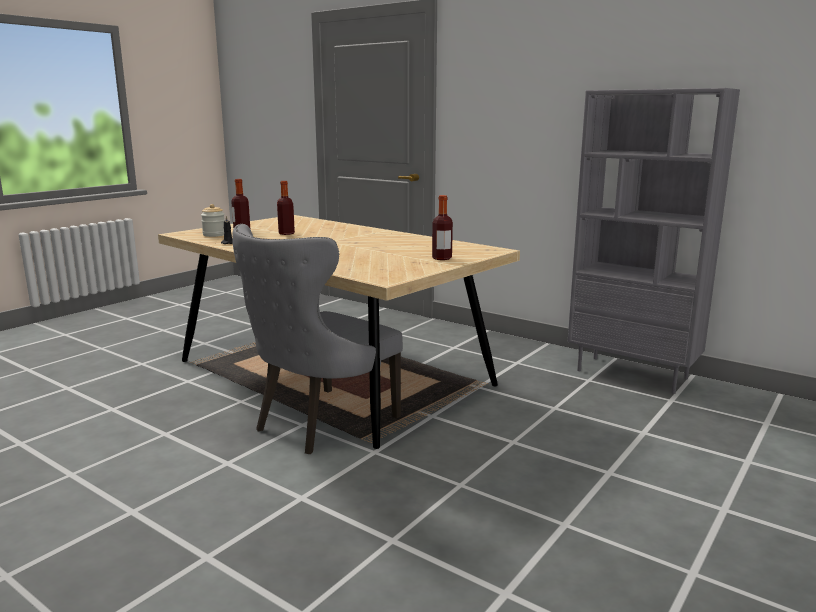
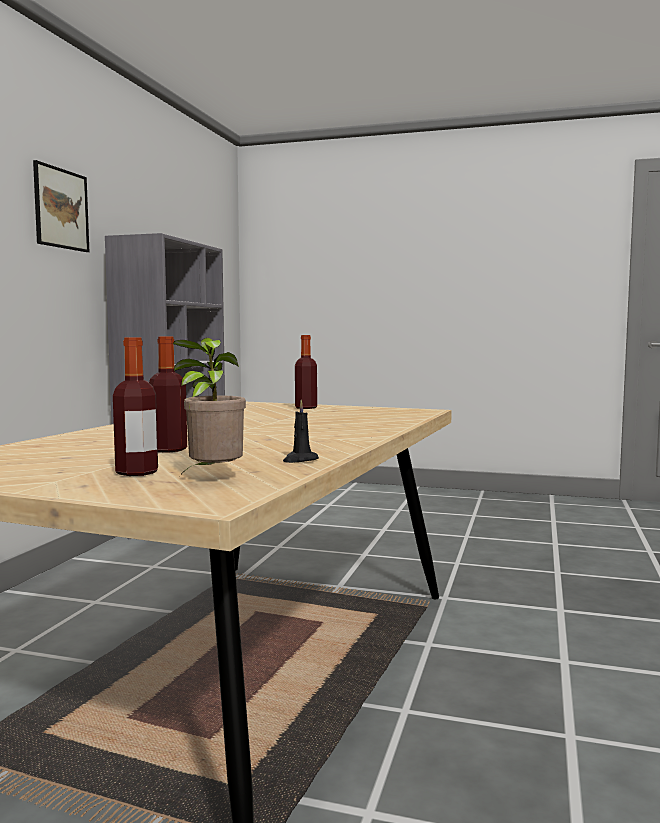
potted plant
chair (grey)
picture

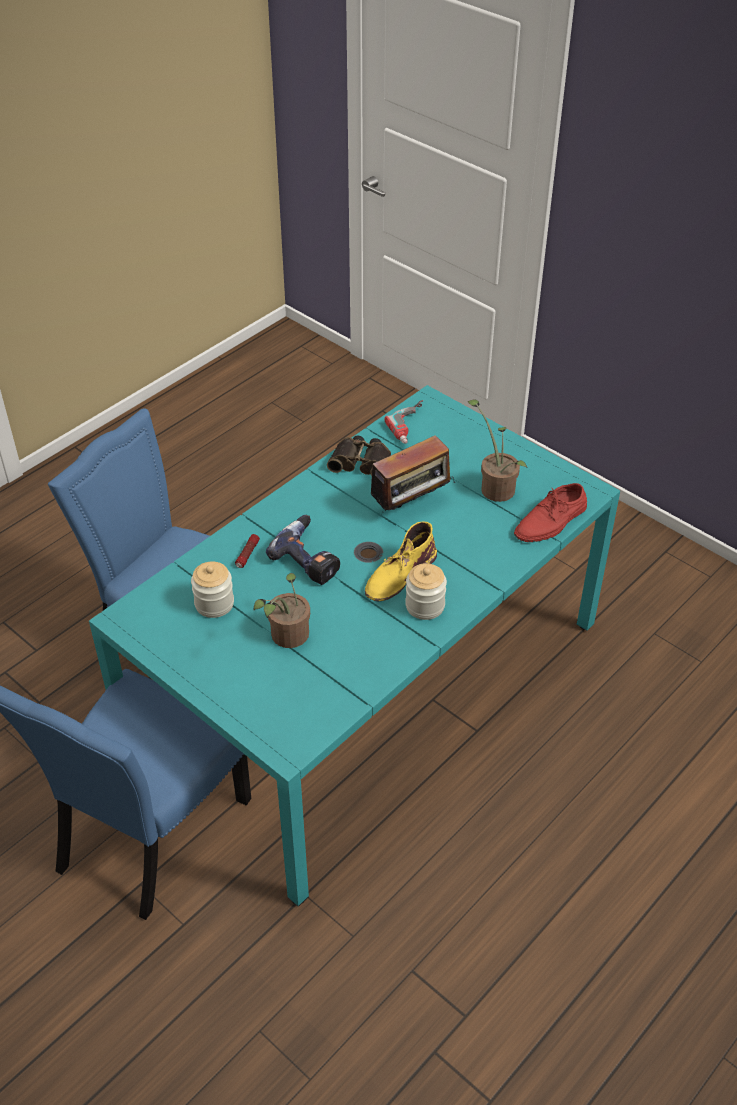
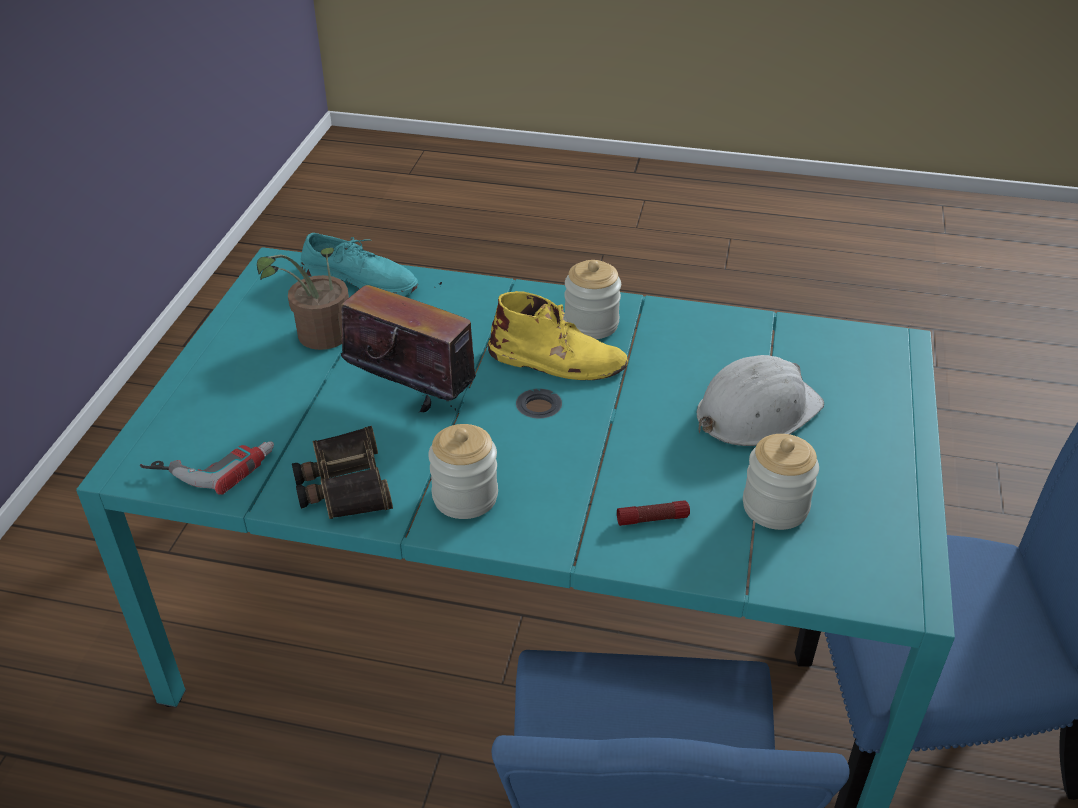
hard hat (white)
power drill (1st from left in the first image)
shoe (turquoise)
jar (1st from left)

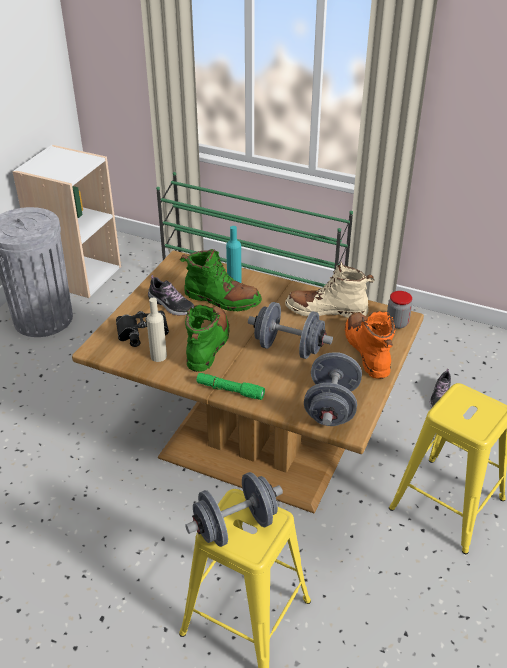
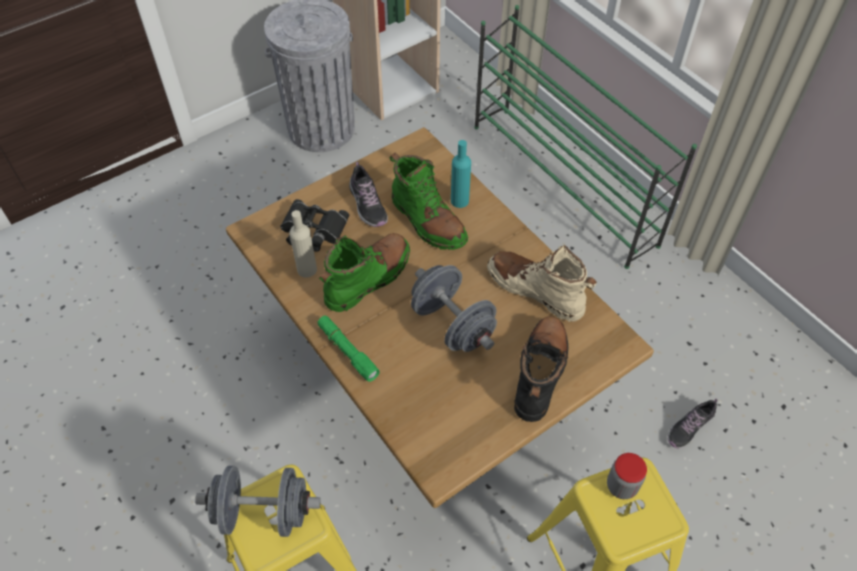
dumbbell (grey) (3rd from left in the first image)
boot (black)
jar

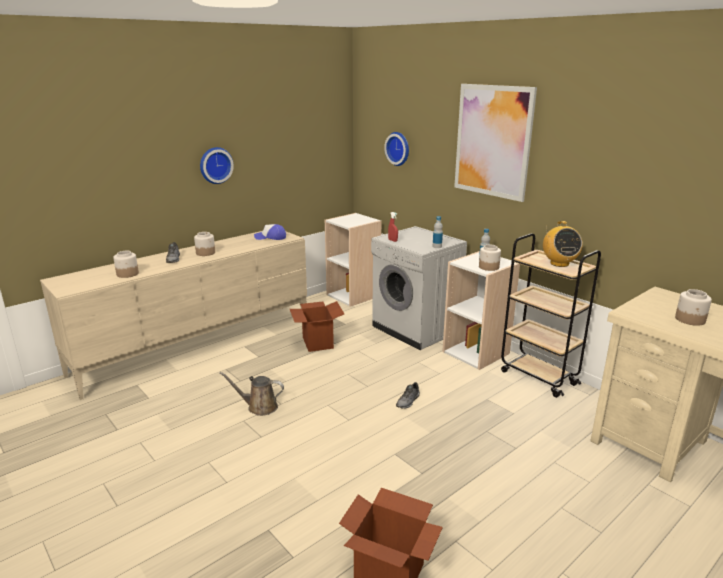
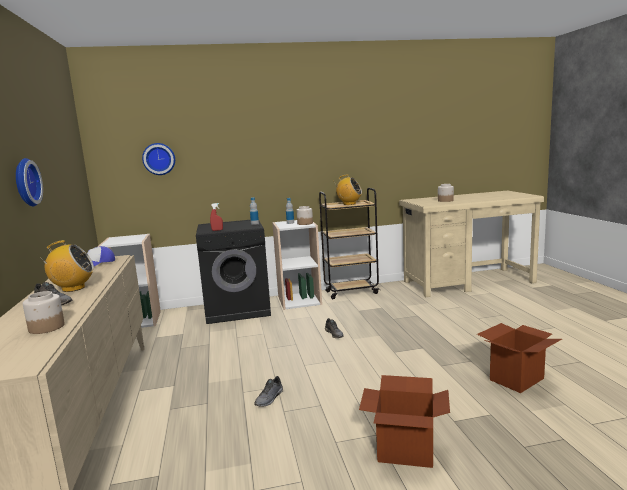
radio (1st from left)
shoe (grey) (2nd from left)
cardboard box (1st from left)
washing machine (black)
picture

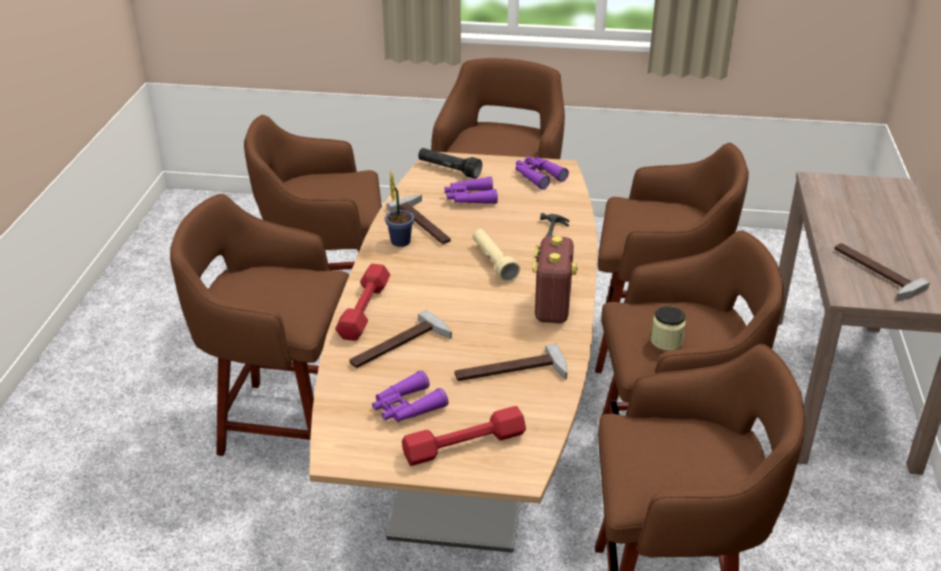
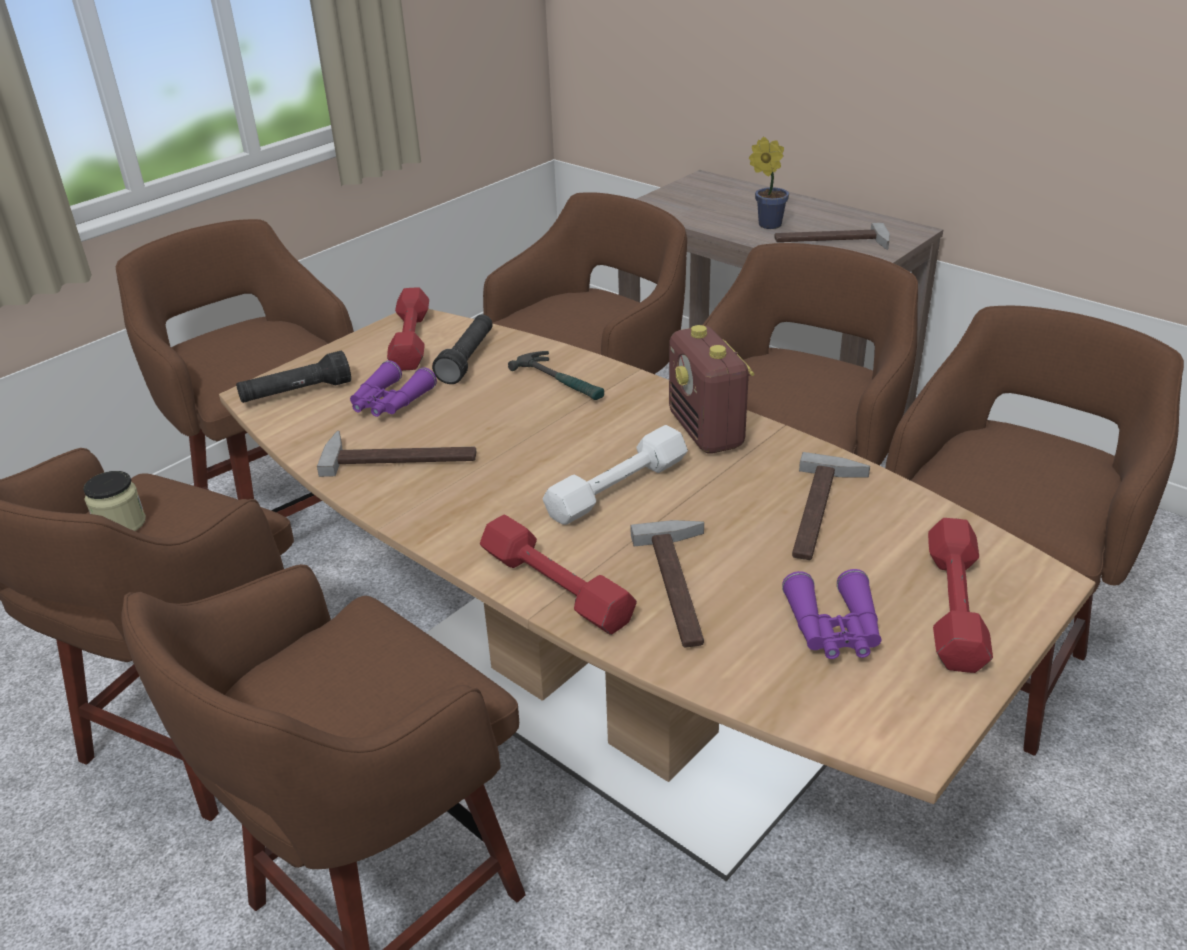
potted plant
flashlight (beige)
dumbbell (red) (1st from left)
radio
jar
flashlight (black) (2nd from left)
dumbbell (white)

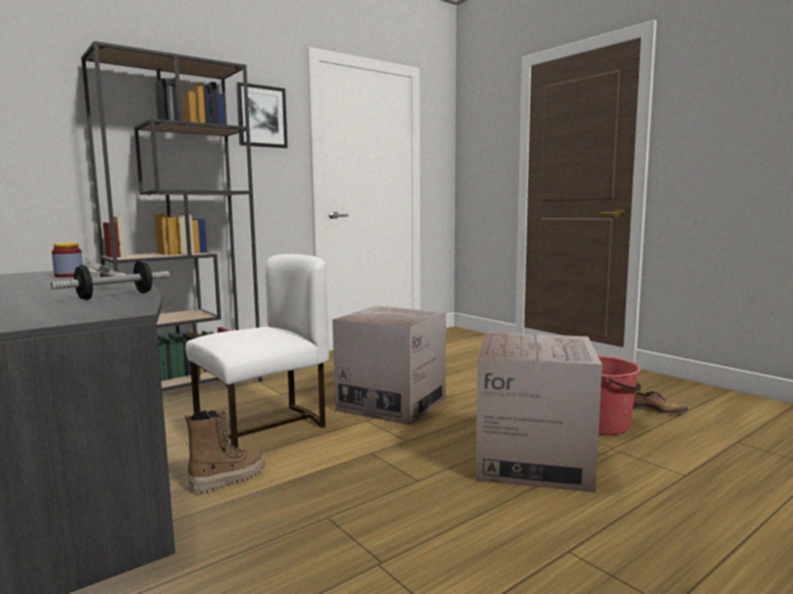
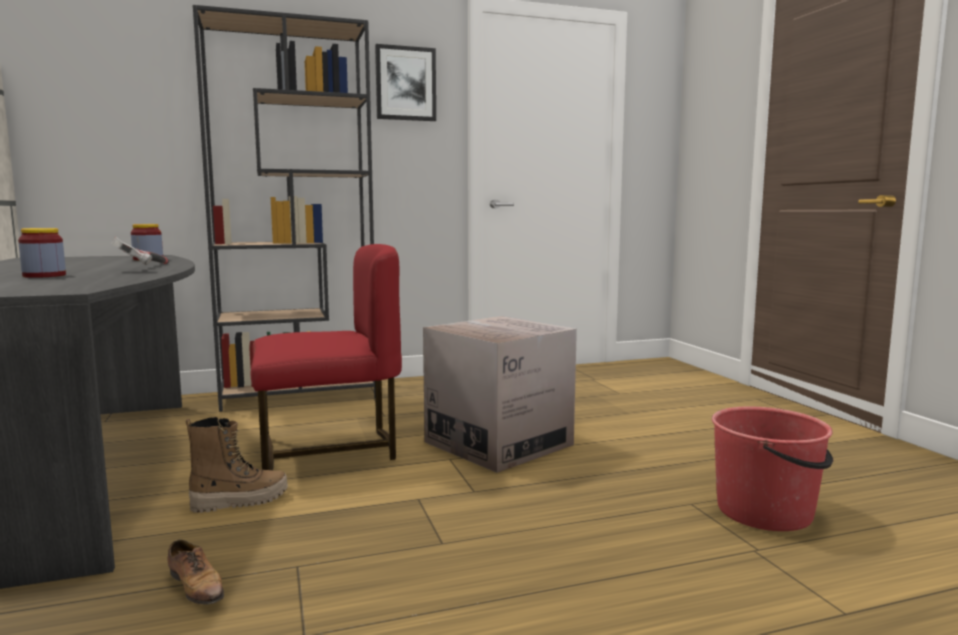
dumbbell
chair (red)
cardboard box (2nd from left in the first image)
shoe
jar (1st from left)

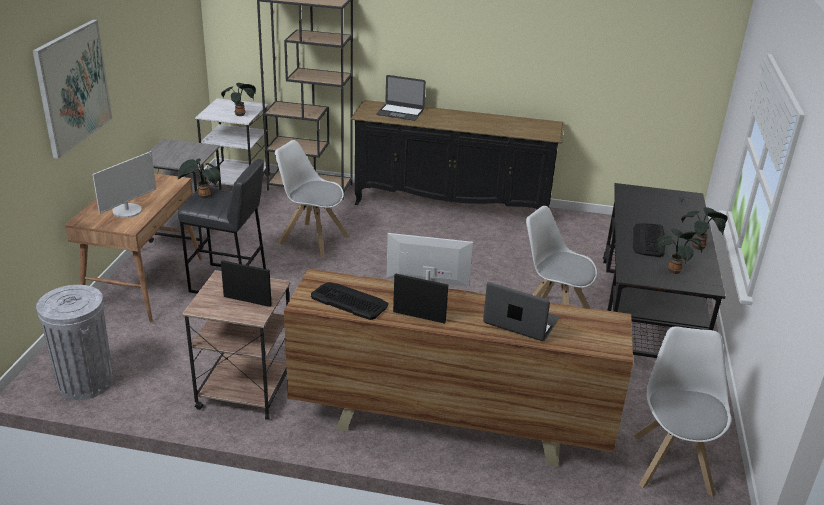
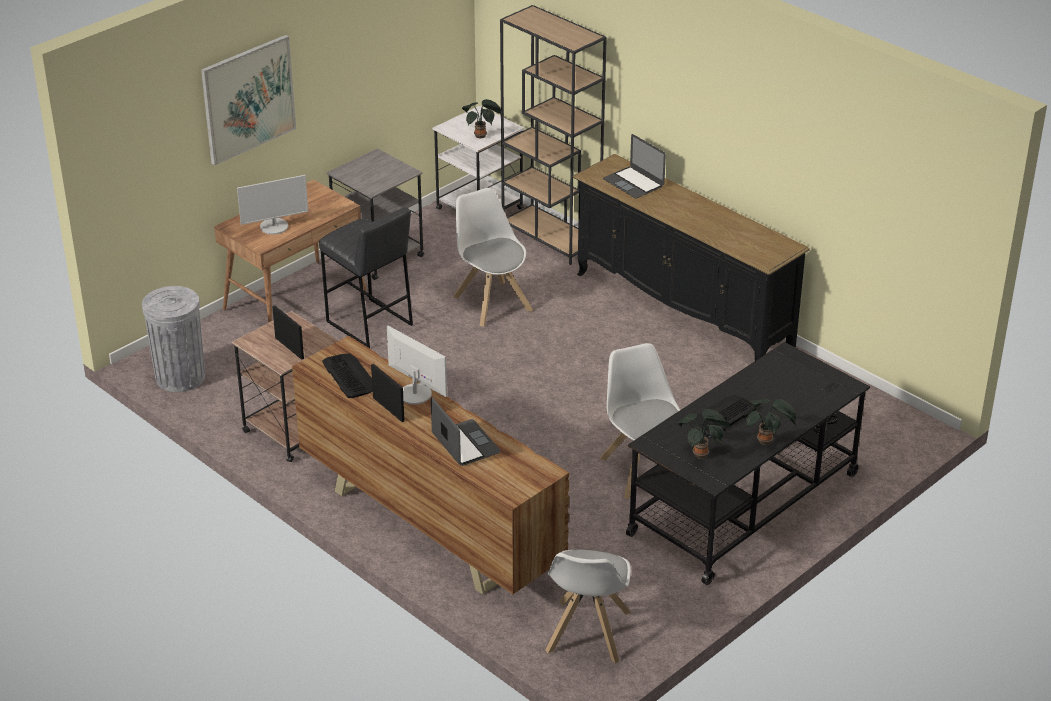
potted plant (1st from left in the first image)
chair (2nd from left)

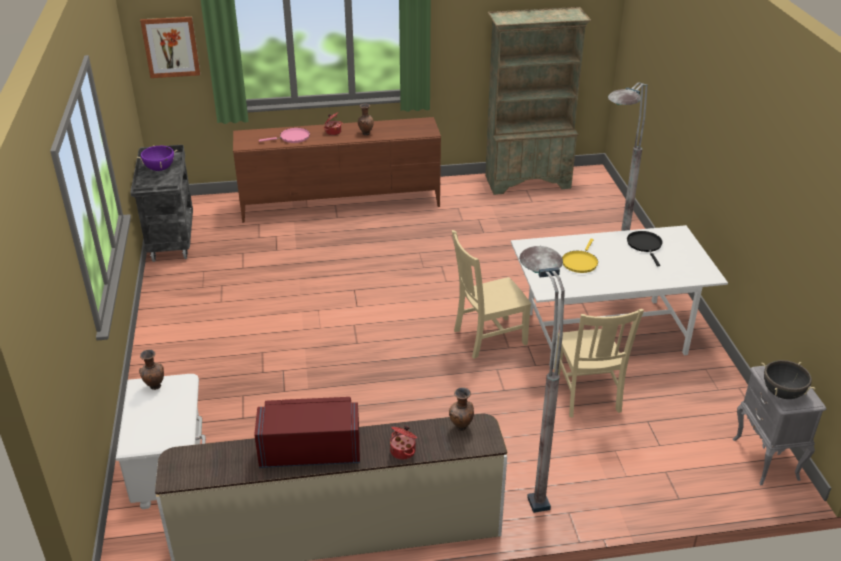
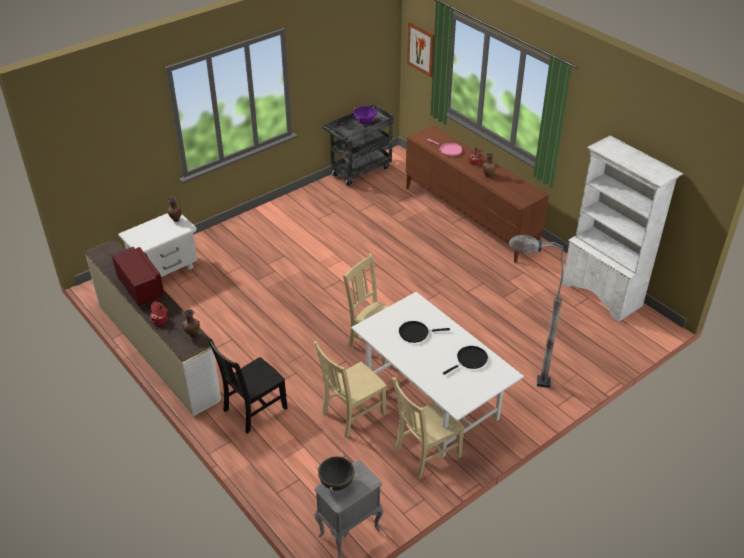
bookcase (white)
chair (black)
frying pan (black) (1st from left)
chair (beige) (3rd from left)

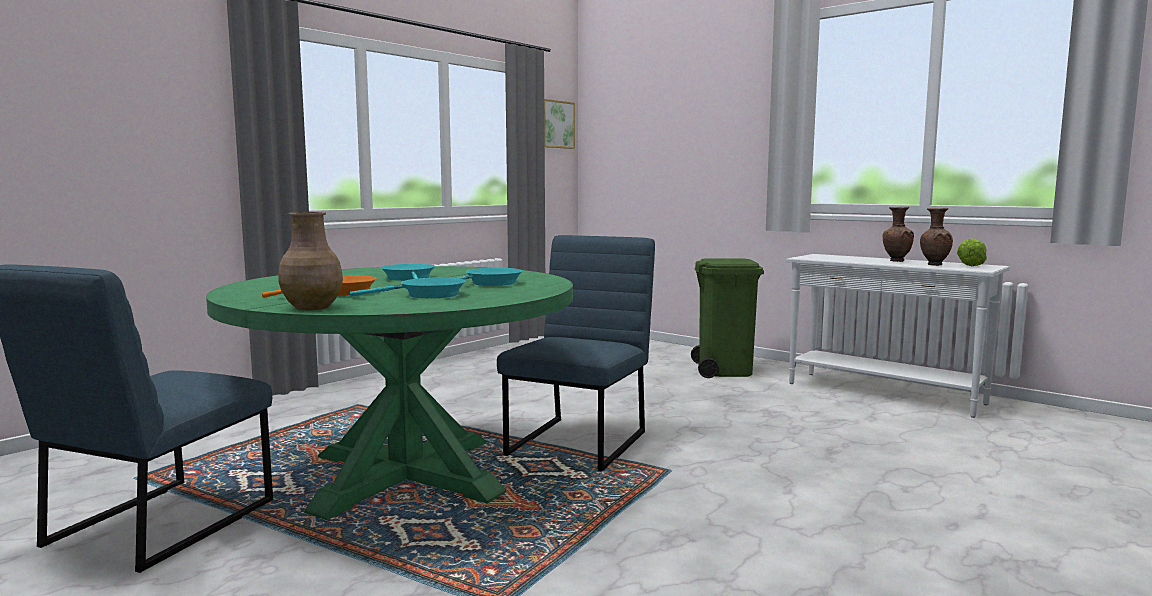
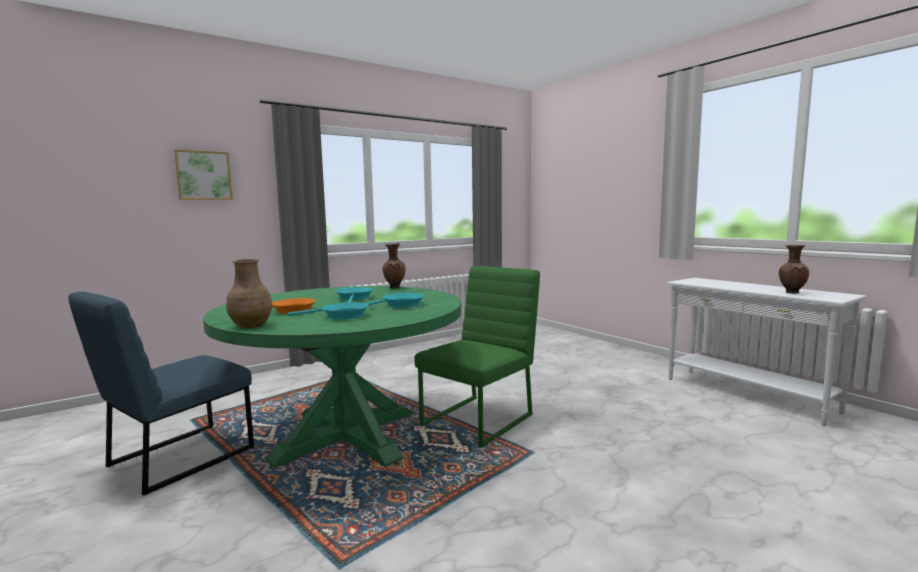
chair (green)
picture
trash can (green)
vase (brown) (2nd from left)
lettuce

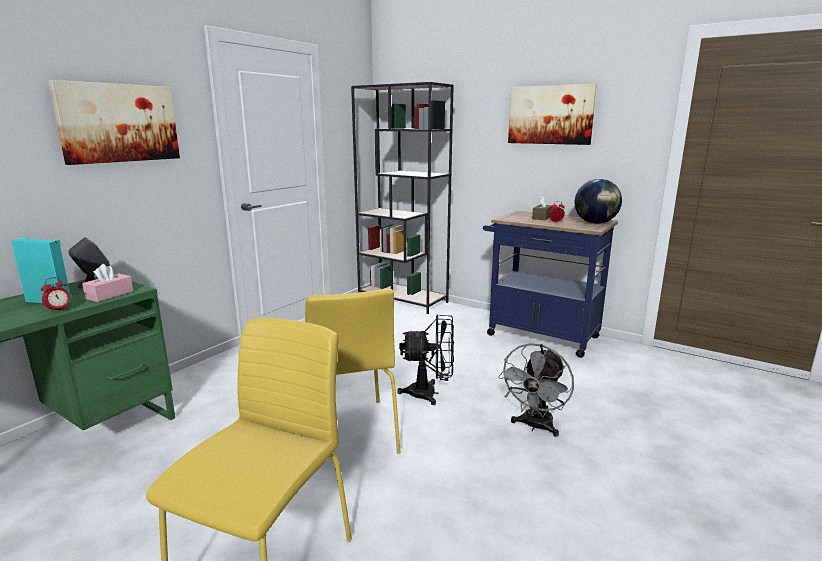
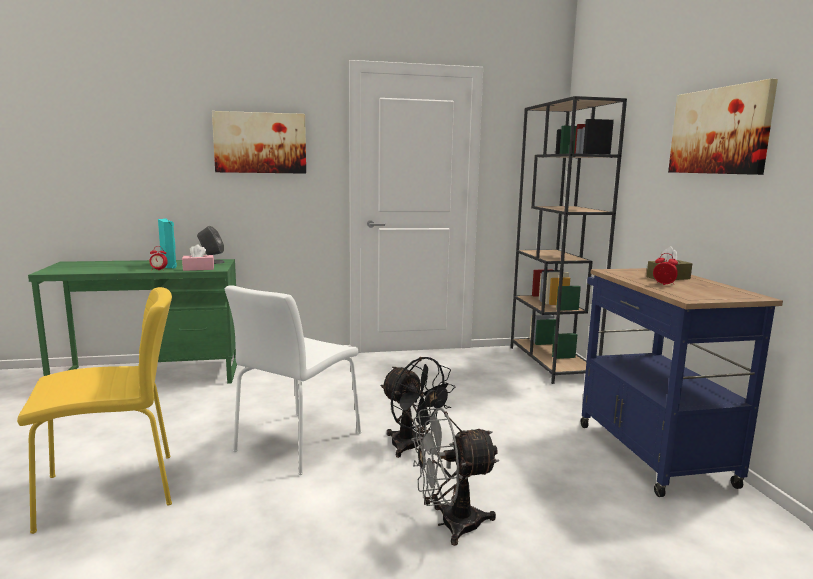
chair (white)
globe

